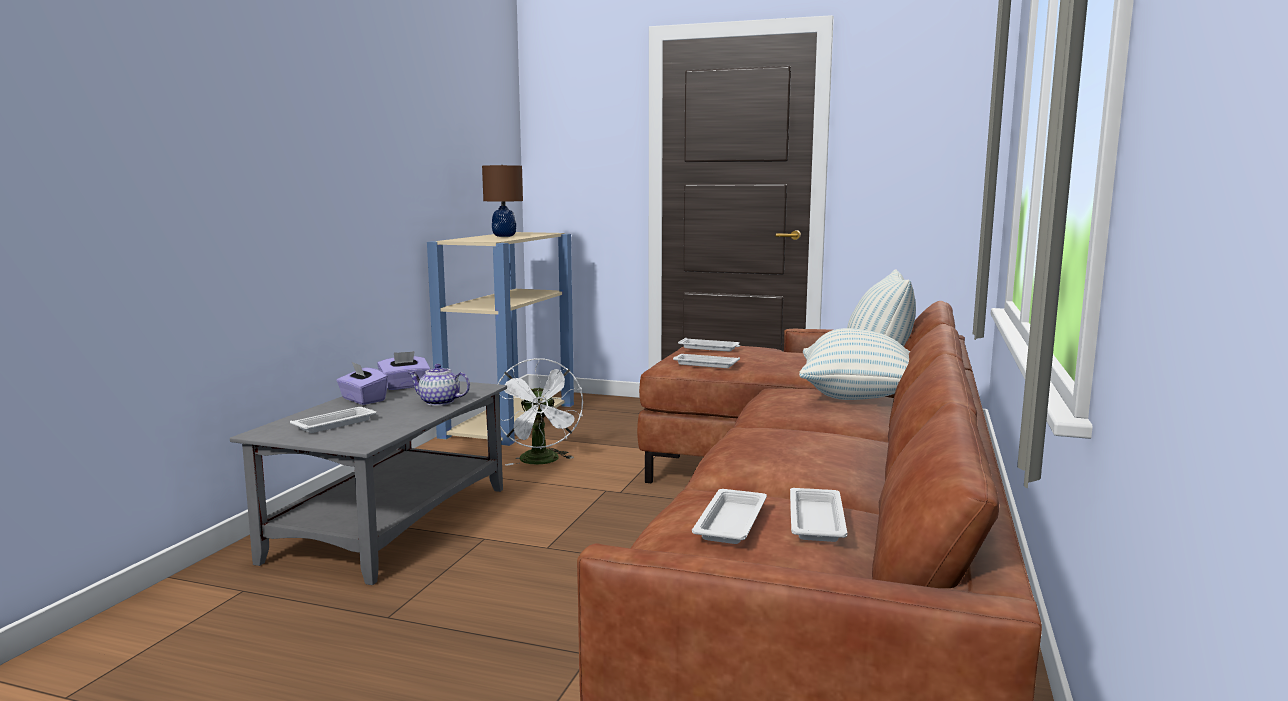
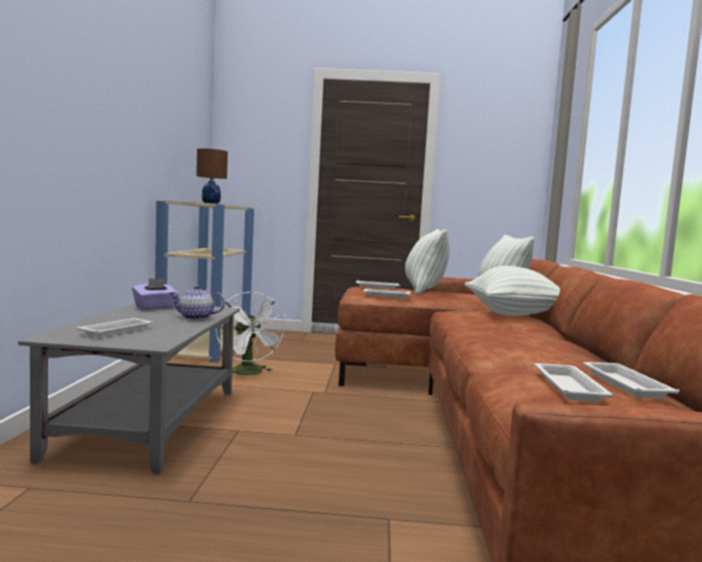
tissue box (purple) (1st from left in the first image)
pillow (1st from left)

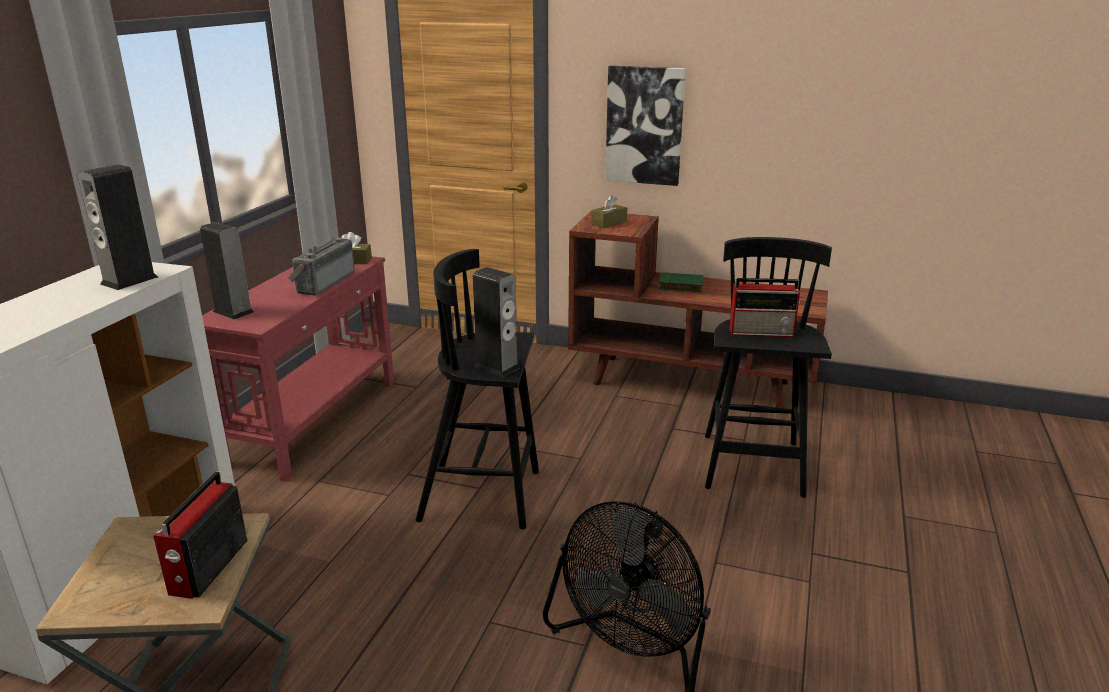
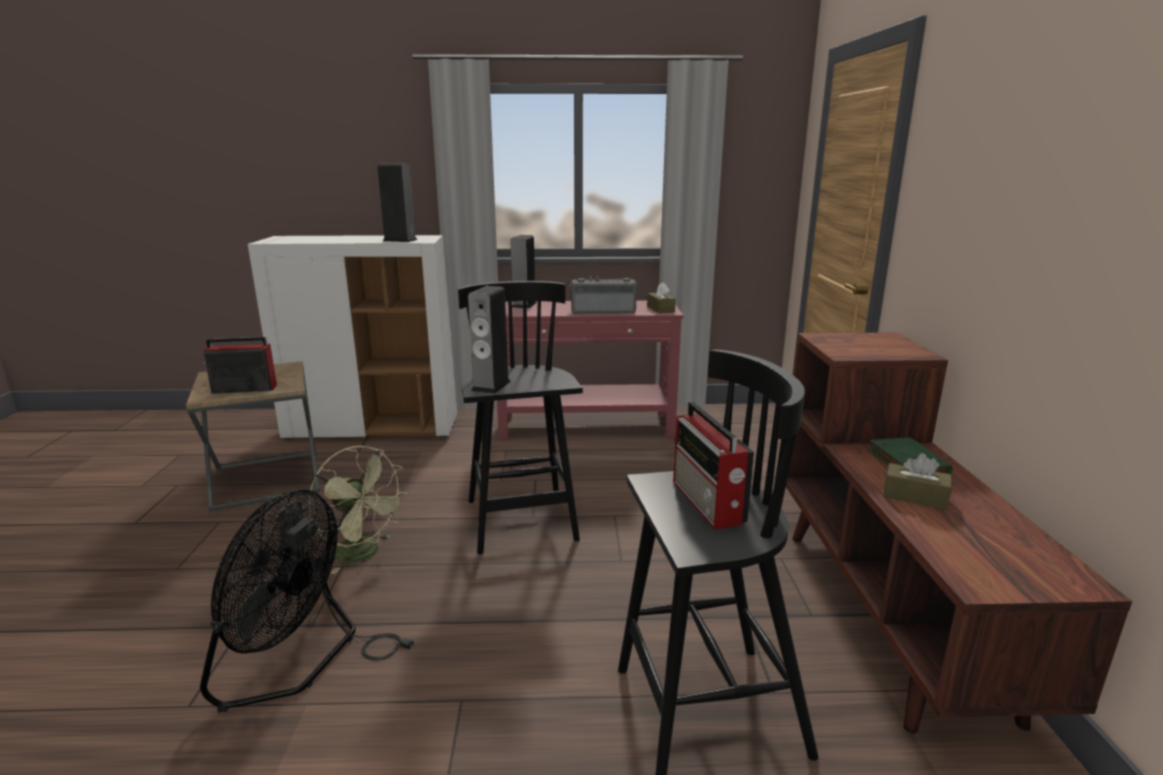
tissue box (brown) (2nd from left)
picture
fan (green)

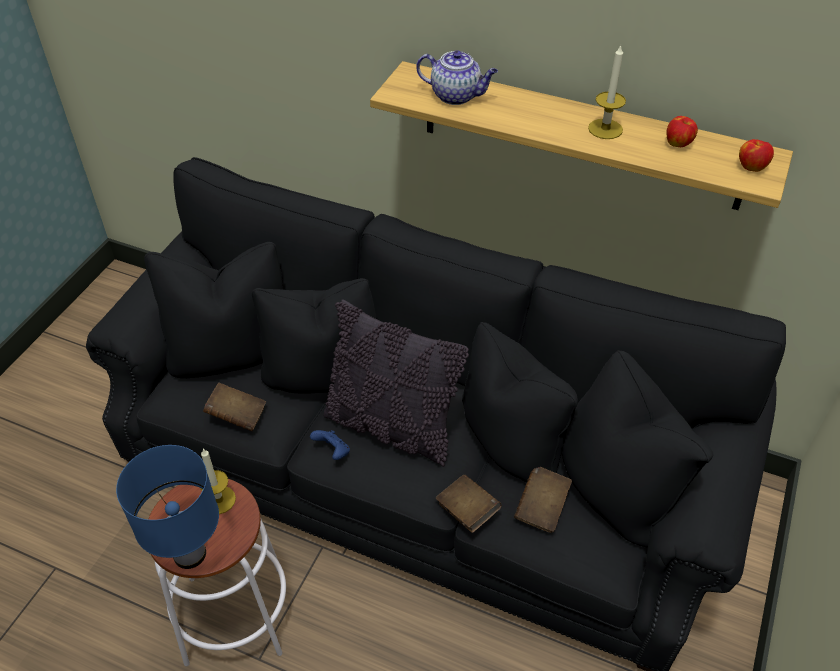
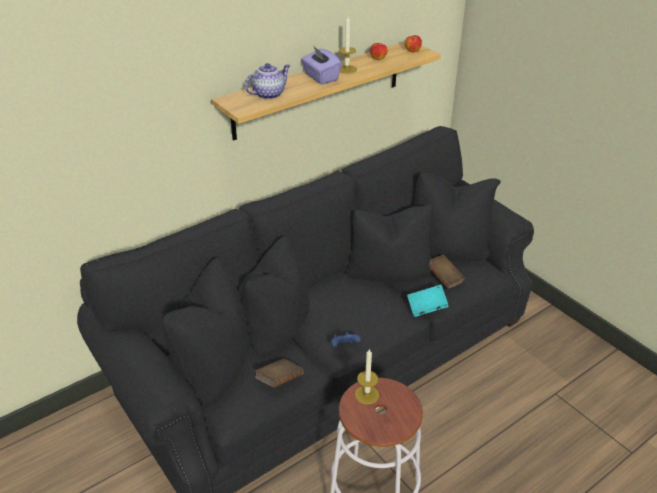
table lamp (blue)
pillow (black)
book (turquoise)
tissue box (purple)

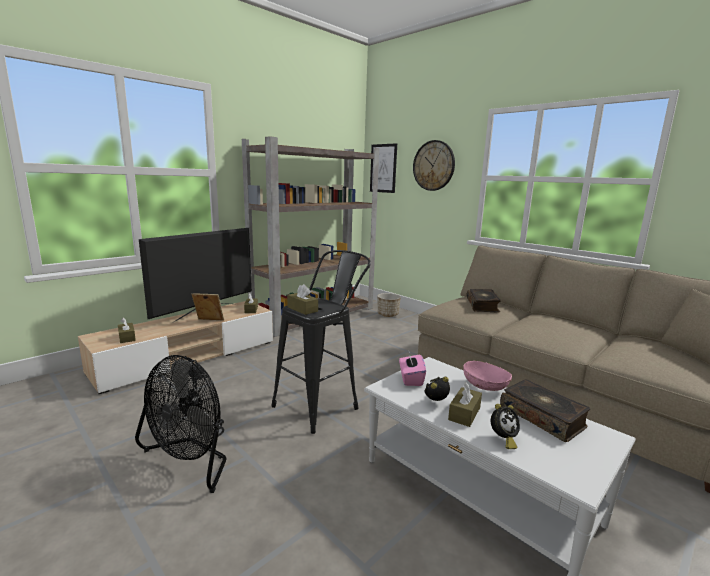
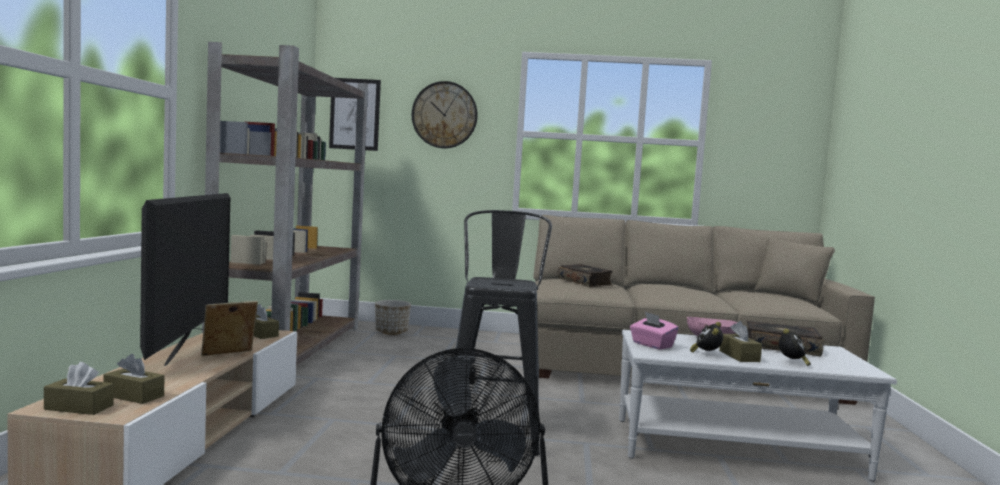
tissue box (brown) (1st from left)

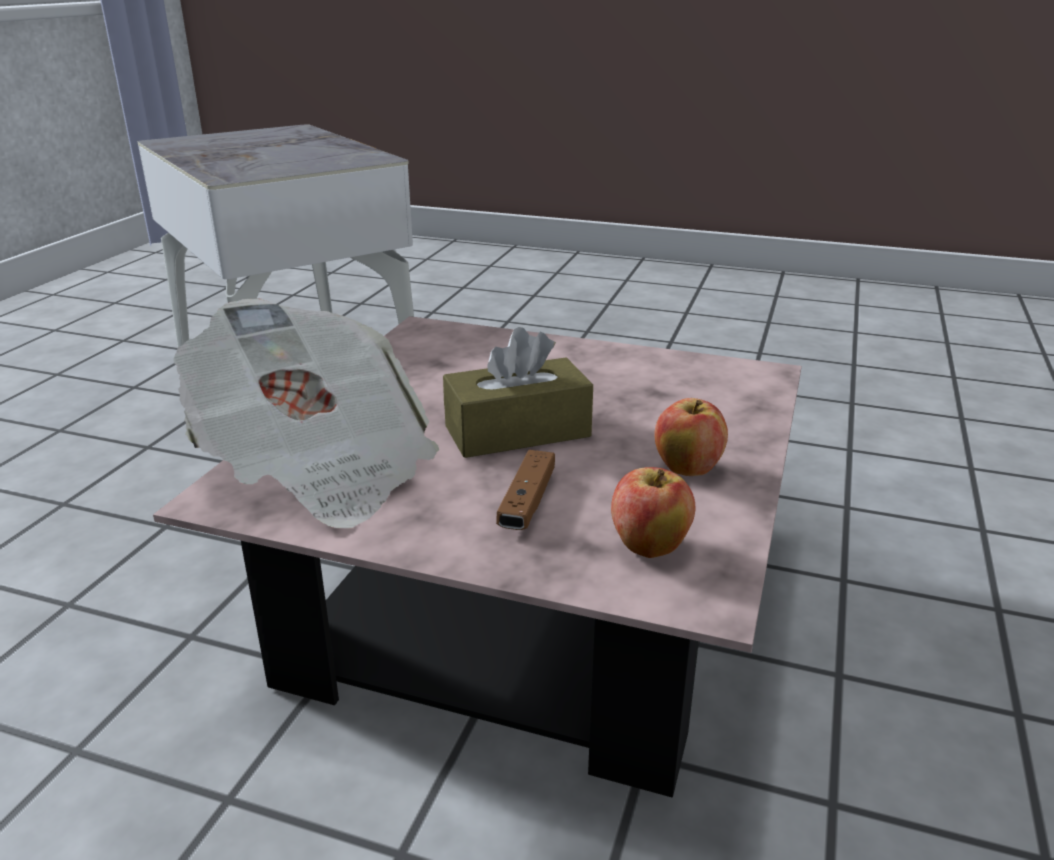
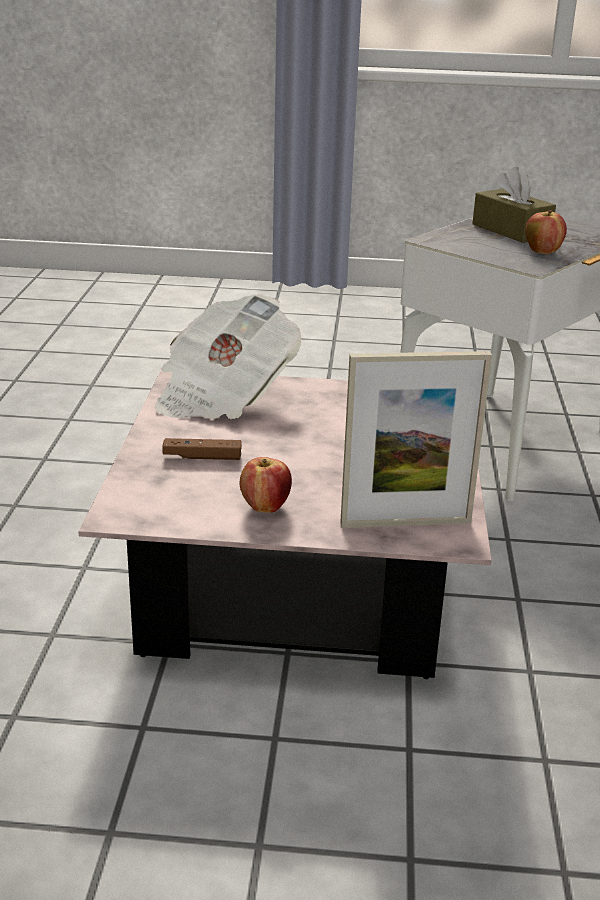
tissue box (brown)
apple (2nd from left)
picture frame

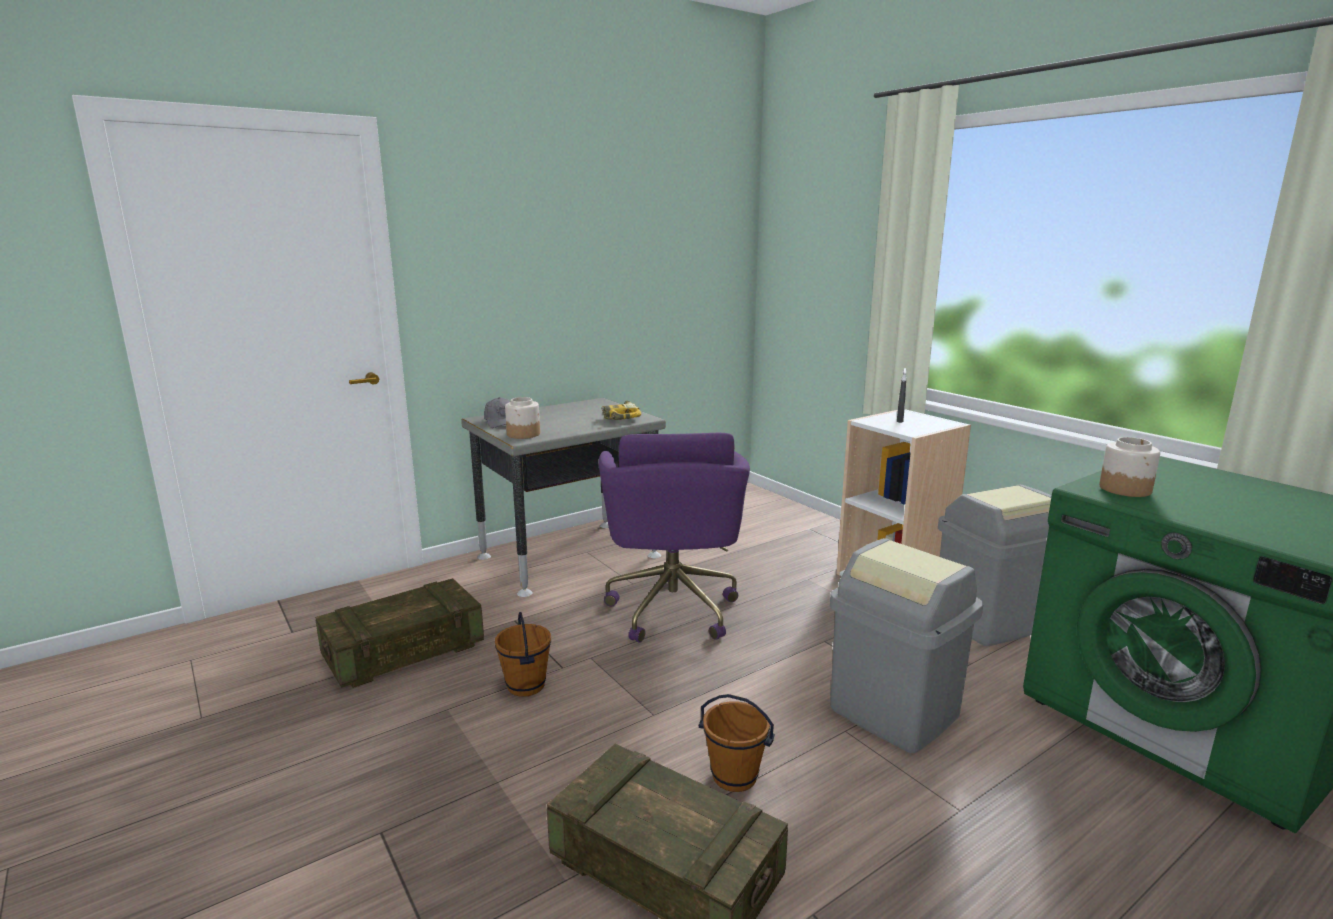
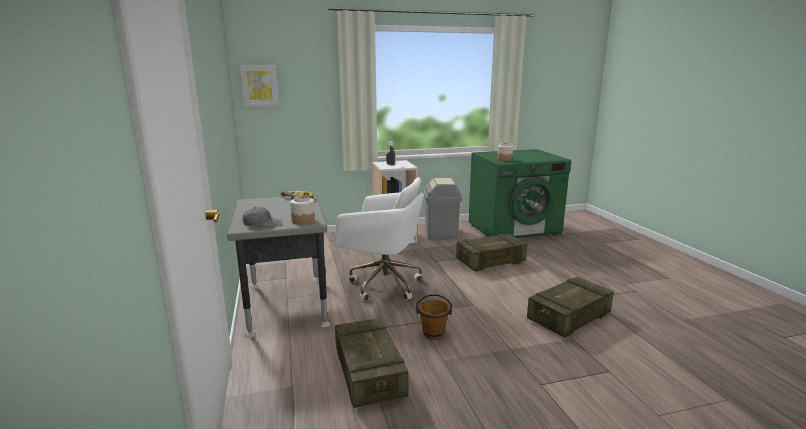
office chair (white)
bucket (brown) (2nd from left in the first image)
crate (2nd from left)
picture

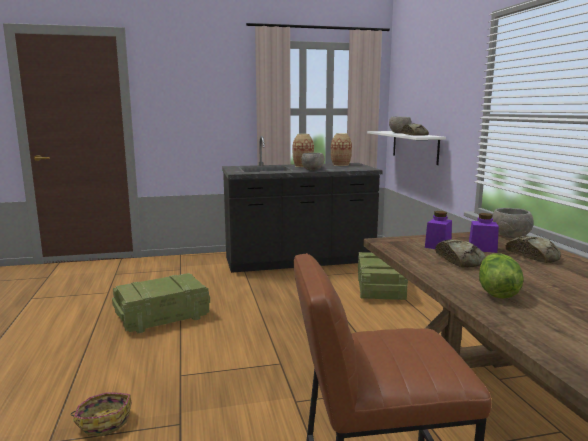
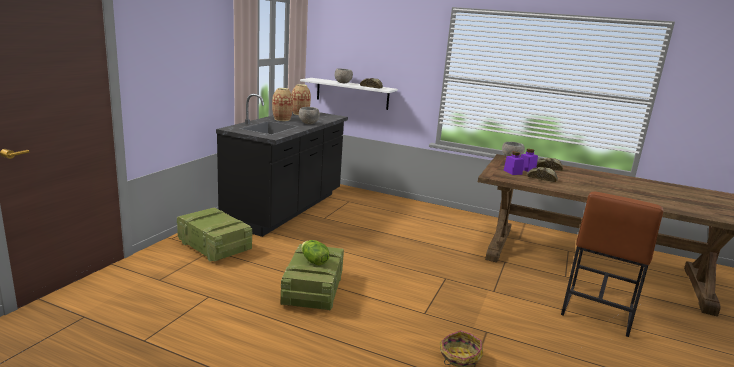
crate (1st from left)
lettuce

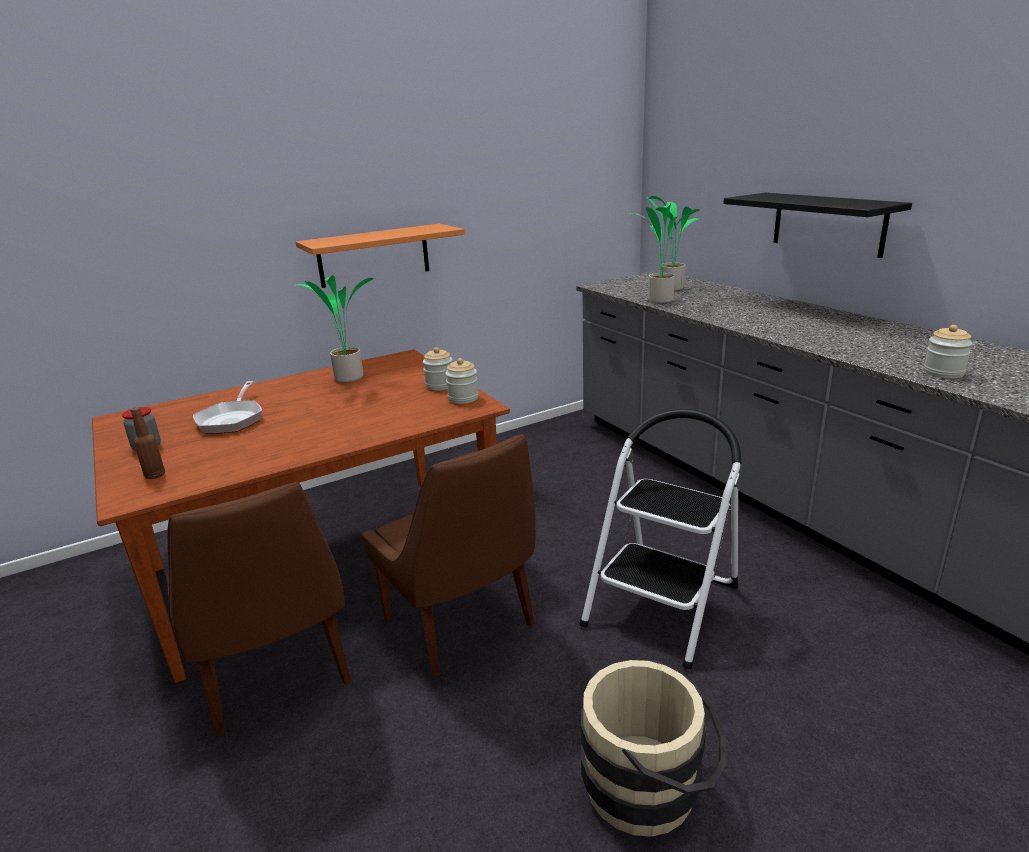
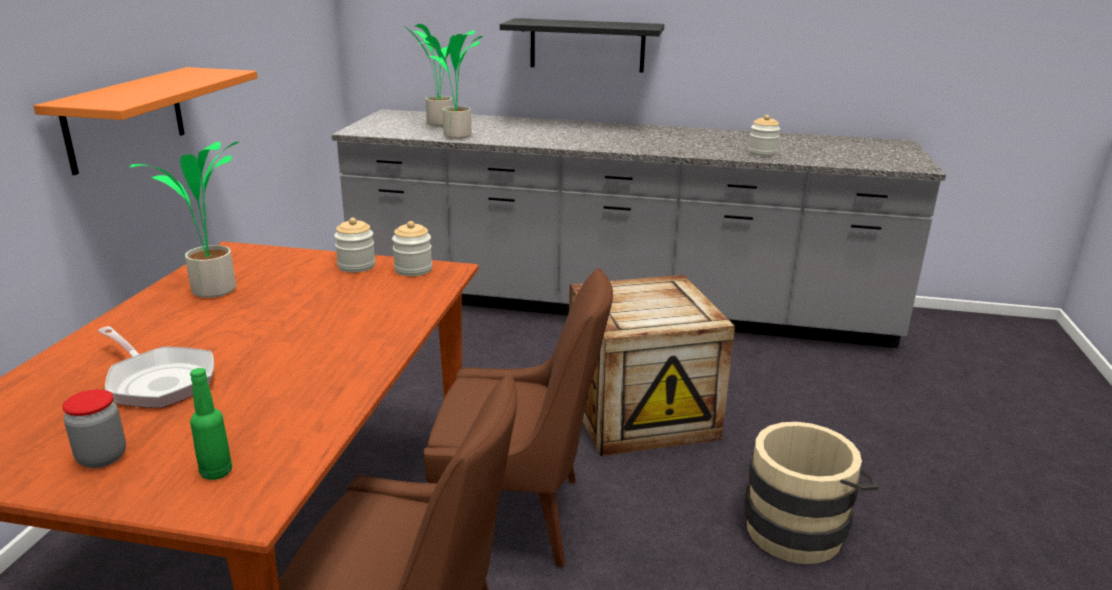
bottle (green)
crate

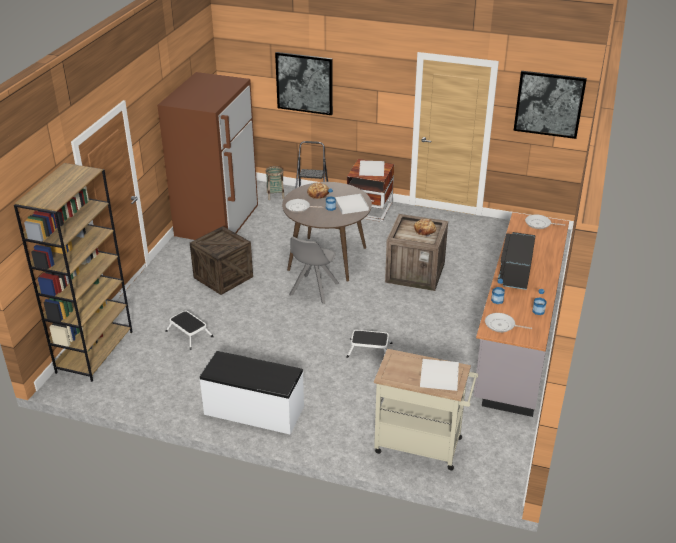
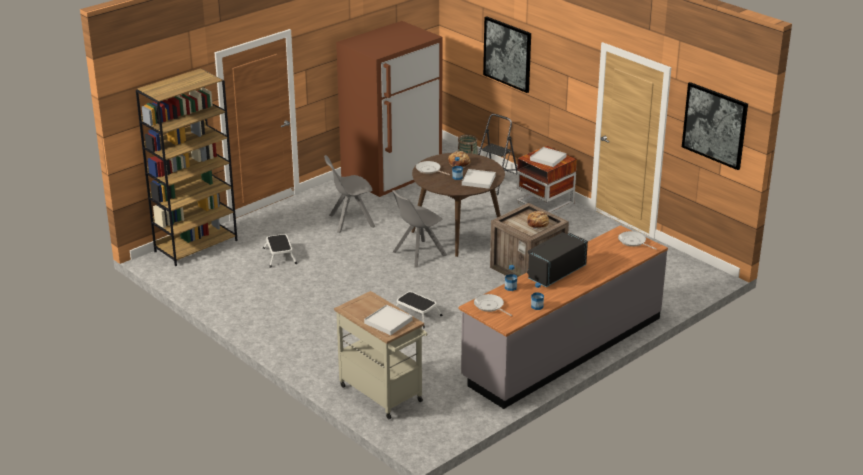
chair (grey) (1st from left)
bench (white)

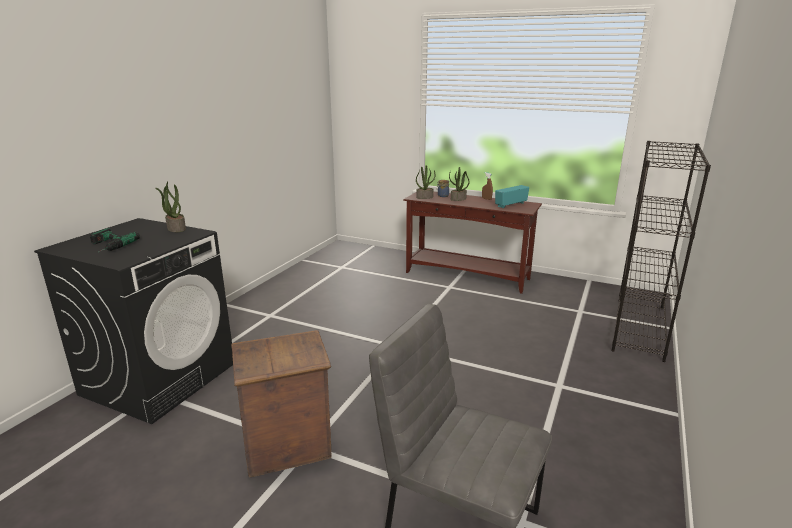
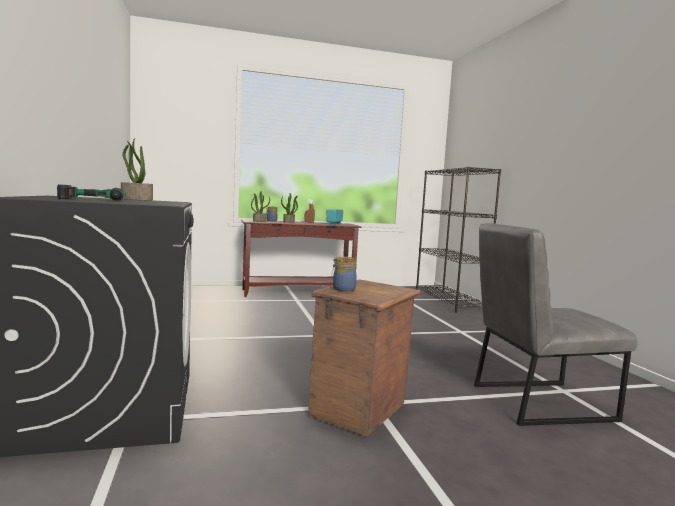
jar (2nd from left)

